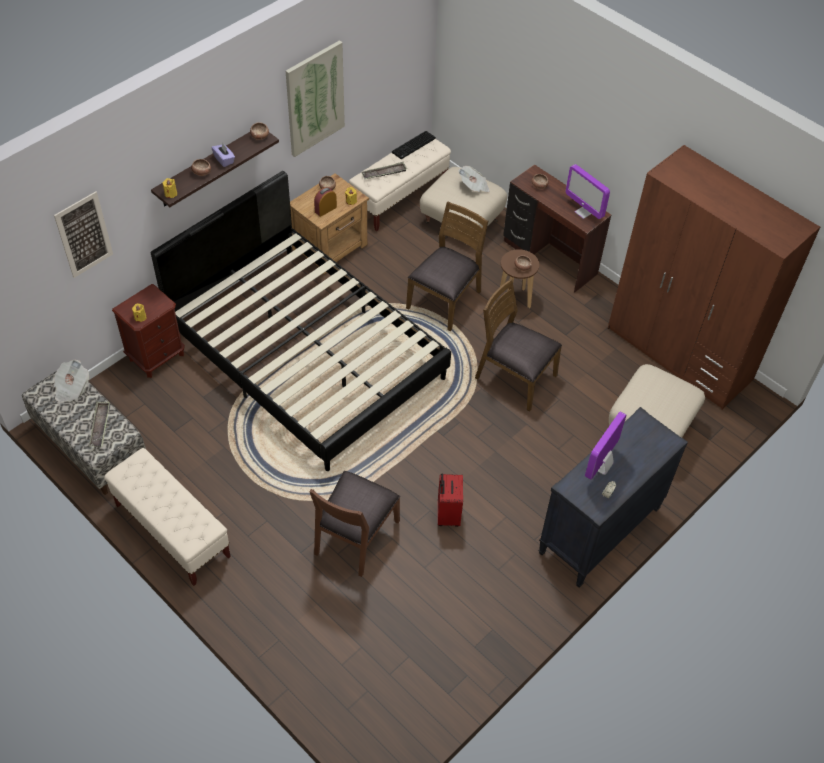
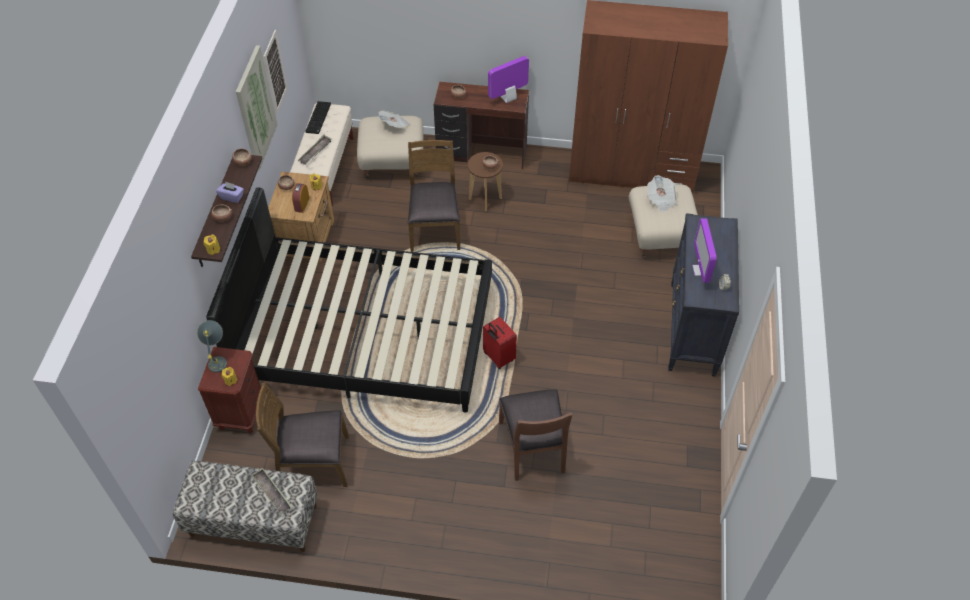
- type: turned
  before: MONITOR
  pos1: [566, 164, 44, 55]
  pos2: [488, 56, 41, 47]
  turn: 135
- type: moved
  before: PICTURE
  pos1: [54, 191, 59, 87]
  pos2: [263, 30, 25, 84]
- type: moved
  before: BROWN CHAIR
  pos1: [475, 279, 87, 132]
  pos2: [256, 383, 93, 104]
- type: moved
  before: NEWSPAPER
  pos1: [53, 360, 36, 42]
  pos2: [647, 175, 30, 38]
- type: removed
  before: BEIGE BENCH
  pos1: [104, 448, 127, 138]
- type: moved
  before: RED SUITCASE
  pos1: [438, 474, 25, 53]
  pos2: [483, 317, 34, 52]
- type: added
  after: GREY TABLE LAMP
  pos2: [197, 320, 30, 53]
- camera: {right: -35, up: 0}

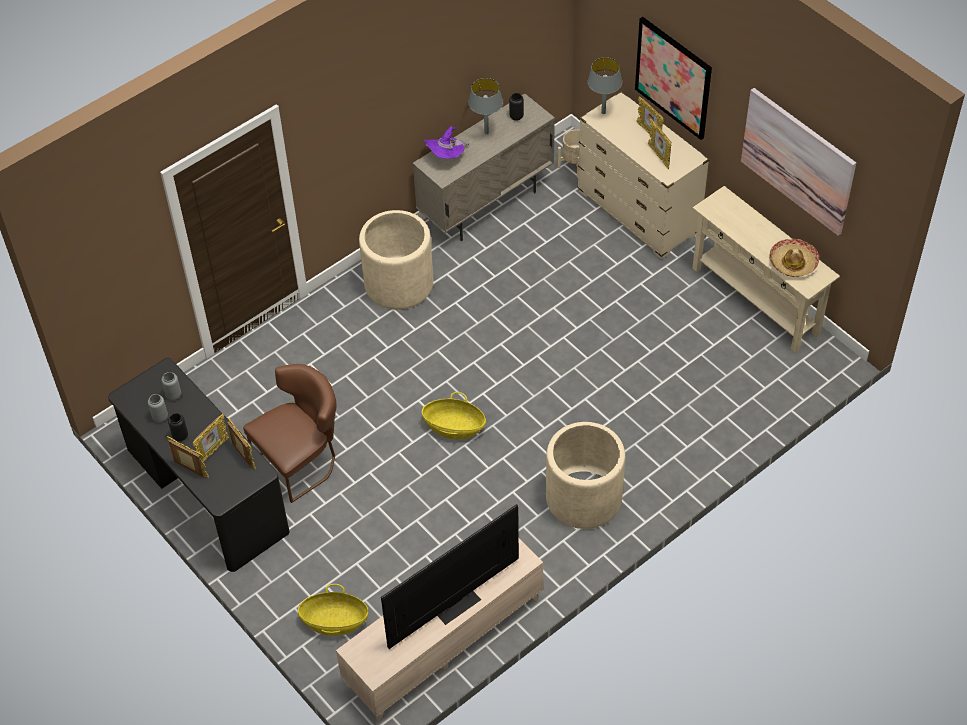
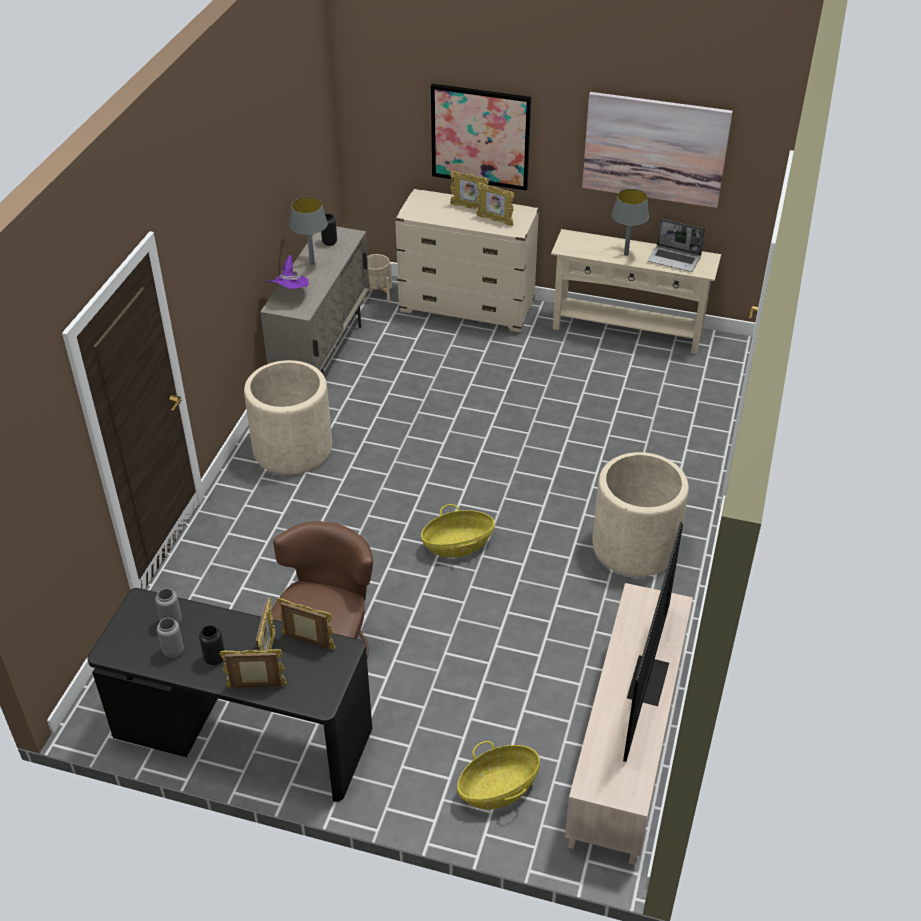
- type: moved
  before: GREY TABLE LAMP
  pos1: [588, 57, 34, 57]
  pos2: [612, 189, 37, 67]
- type: replaced
  before: HAT
  after: LAPTOP
  pos1: [769, 239, 50, 38]
  pos2: [648, 219, 57, 53]
- camera: {right: -35, up: -10}

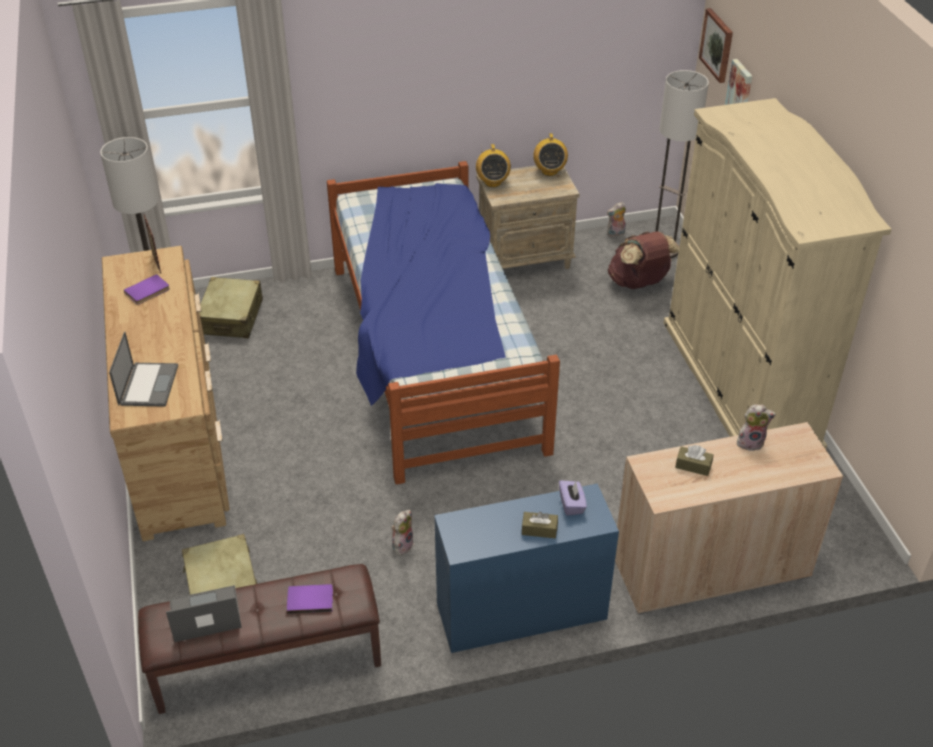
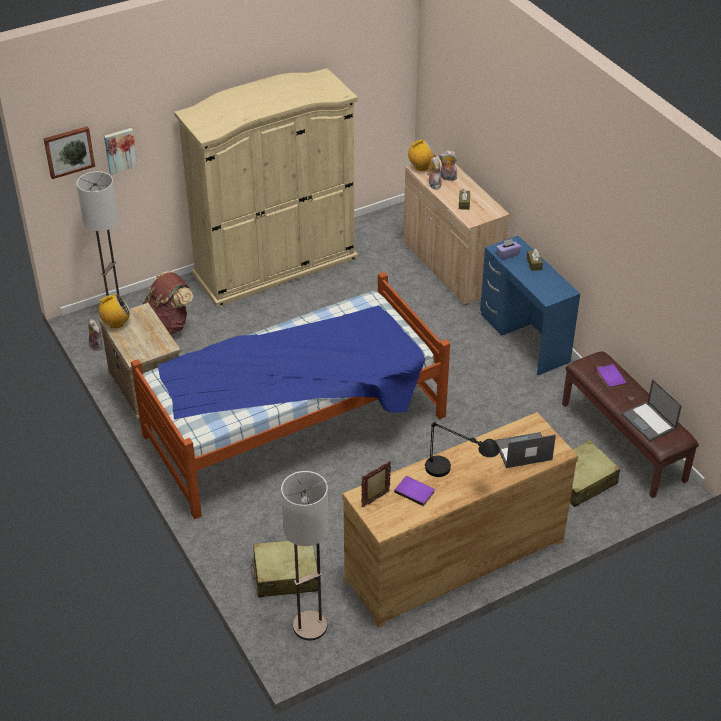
- type: moved
  before: RADIO
  pos1: [476, 144, 35, 43]
  pos2: [408, 140, 28, 31]
- type: moved
  before: PLUSH TOY
  pos1: [391, 510, 23, 45]
  pos2: [439, 151, 18, 30]
- type: added
  after: BLACK TABLE LAMP
  pos2: [425, 422, 75, 55]
- camera: {right: -105, up: 0}

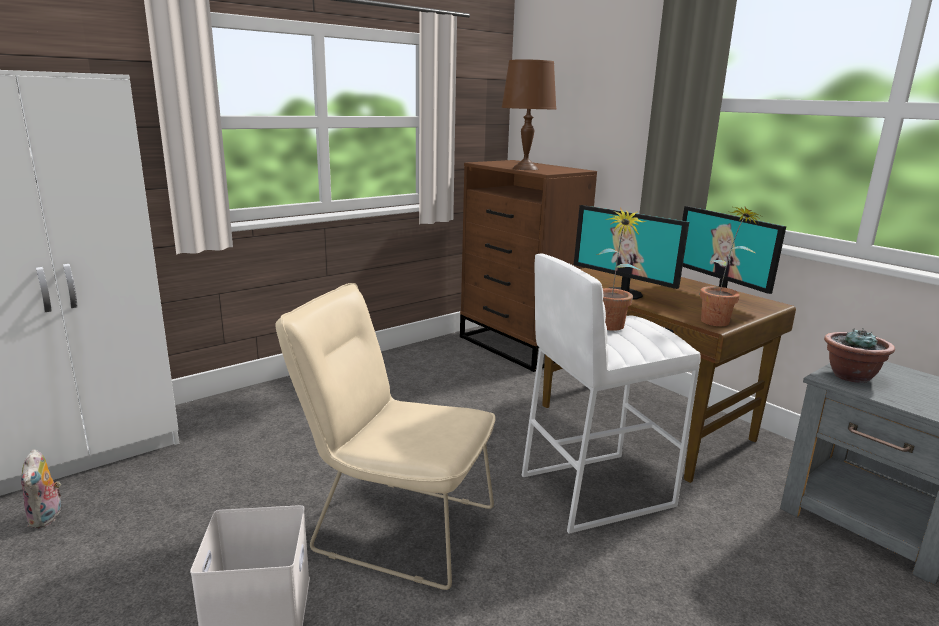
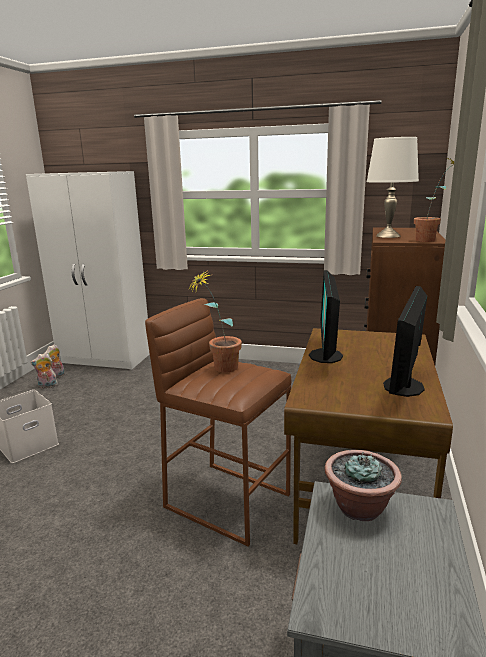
- type: recoloured
  before: BROWN TABLE LAMP
  after: WHITE TABLE LAMP
  pos1: [501, 59, 55, 111]
  pos2: [367, 137, 52, 101]
- type: moved
  before: POTTED PLANT
  pos1: [700, 207, 63, 119]
  pos2: [414, 156, 40, 86]
- type: recoloured
  before: WHITE STOOL
  after: BROWN STOOL
  pos1: [521, 254, 180, 280]
  pos2: [145, 298, 146, 248]
- type: removed
  before: BEIGE CHAIR
  pos1: [276, 283, 220, 307]
- type: added
  after: PLUSH TOY
  pos2: [31, 353, 27, 35]
- camera: {right: 55, up: 0}

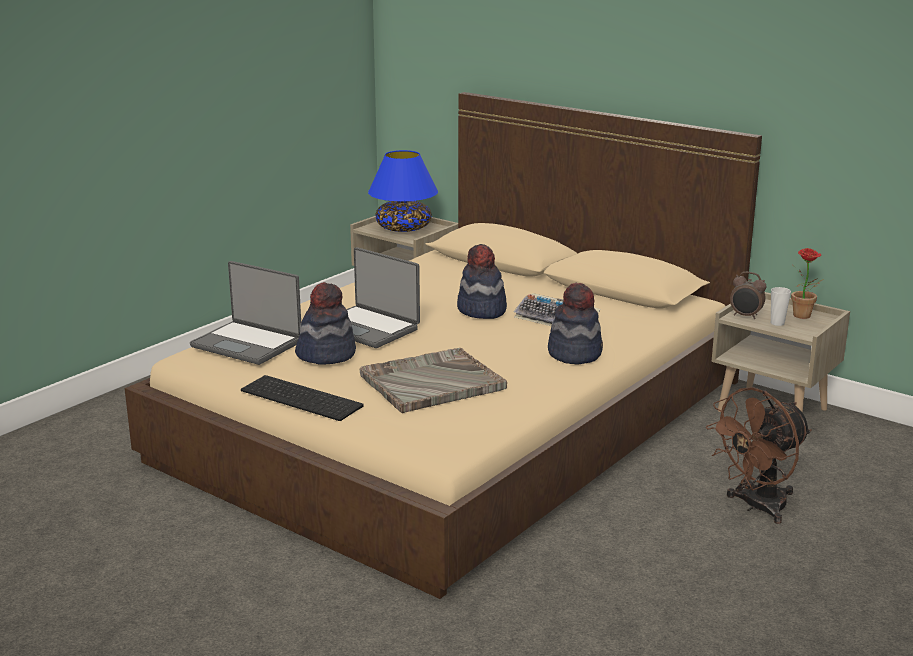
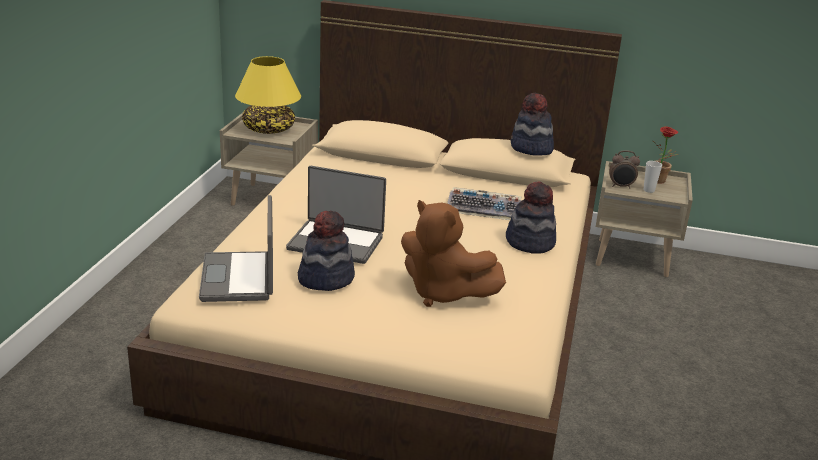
- type: recoloured
  before: BLUE TABLE LAMP
  after: YELLOW TABLE LAMP
  pos1: [368, 150, 70, 82]
  pos2: [235, 56, 66, 78]
- type: moved
  before: HAT
  pos1: [457, 244, 50, 75]
  pos2: [511, 93, 43, 63]
- type: turned
  before: LAPTOP
  pos1: [190, 261, 111, 104]
  pos2: [199, 195, 74, 107]
  turn: 75
- type: replaced
  before: GREY TRAY
  after: BROWN PLUSH TOY
  pos1: [360, 348, 147, 65]
  pos2: [401, 200, 105, 107]
- type: removed
  before: KEYBOARD
  pos1: [241, 375, 123, 46]
- type: removed
  before: BROWN FAN
  pos1: [706, 387, 106, 137]
- camera: {right: -25, up: 5}

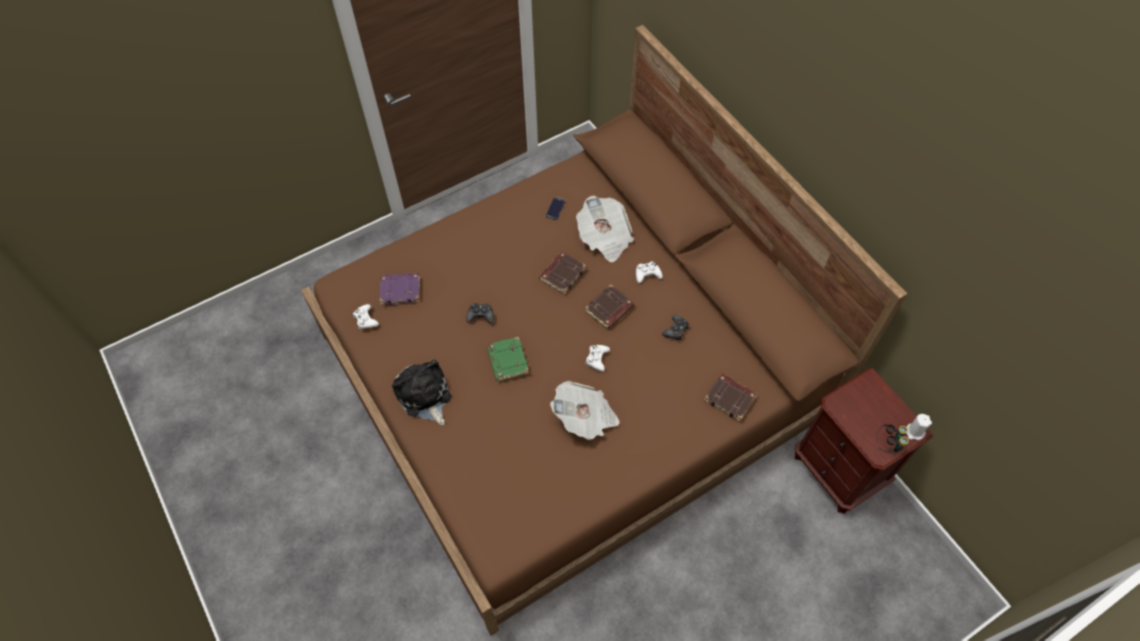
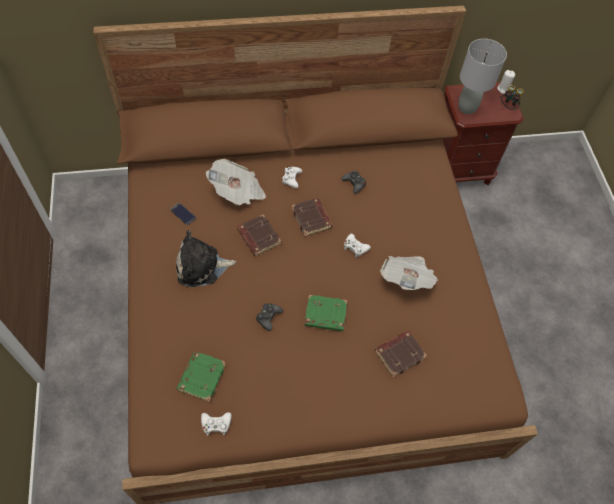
- type: recoloured
  before: PURPLE BOOK
  after: GREEN BOOK
  pos1: [380, 273, 40, 32]
  pos2: [177, 351, 49, 51]
- type: moved
  before: PLUSH TOY
  pos1: [392, 360, 59, 65]
  pos2: [176, 230, 60, 57]
- type: moved
  before: BROWN BOOK
  pos1: [704, 373, 53, 48]
  pos2: [375, 330, 52, 47]
- type: added
  after: GREY TABLE LAMP
  pos2: [459, 39, 48, 75]
- camera: {right: -70, up: 0}

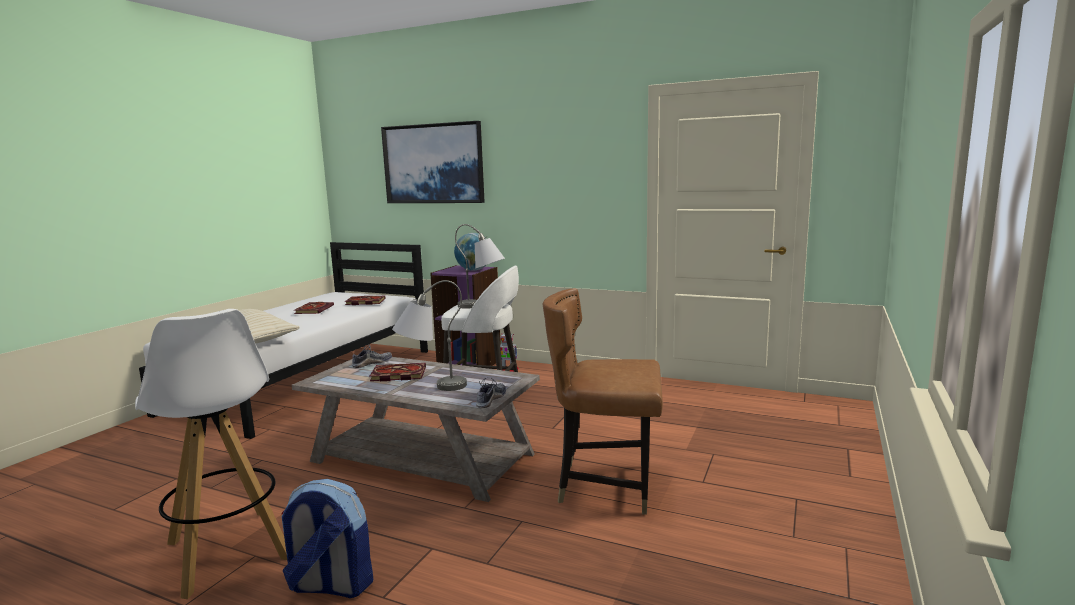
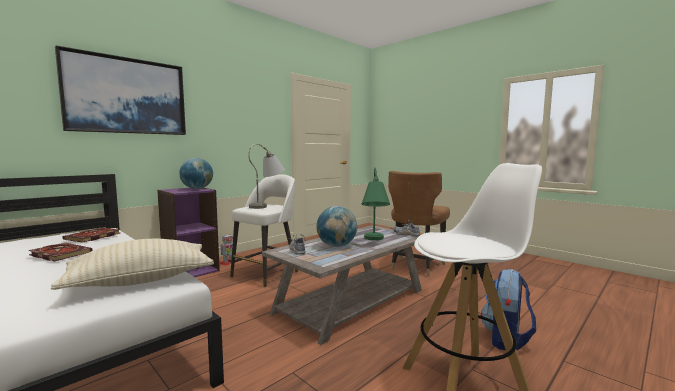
- type: recoloured
  before: GREY TABLE LAMP
  after: GREEN TABLE LAMP
  pos1: [392, 280, 75, 111]
  pos2: [362, 168, 28, 72]
- type: replaced
  before: BOOK
  after: GLOBE
  pos1: [369, 363, 57, 18]
  pos2: [316, 206, 41, 41]
- camera: {right: -70, up: -5}

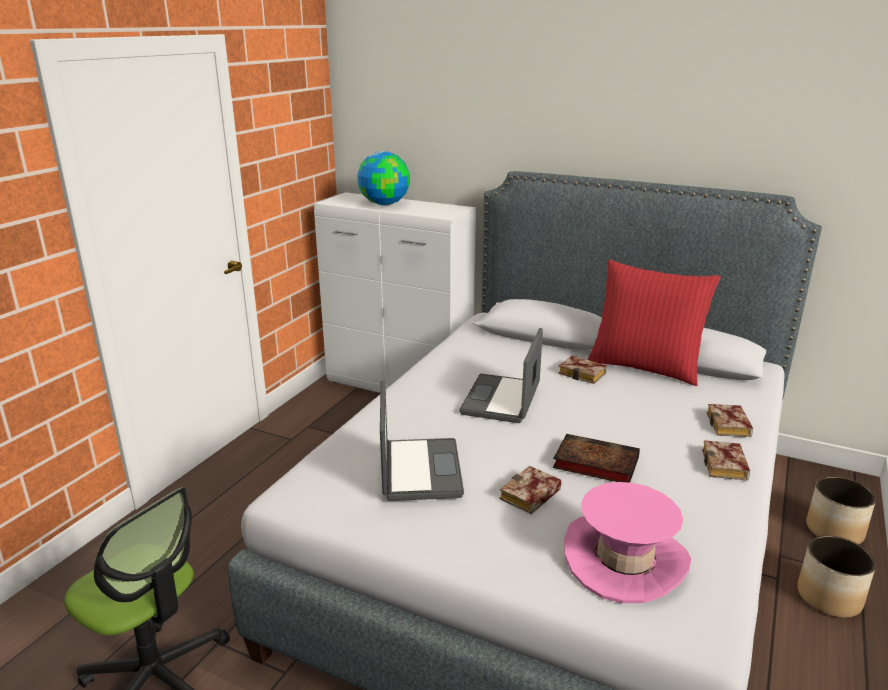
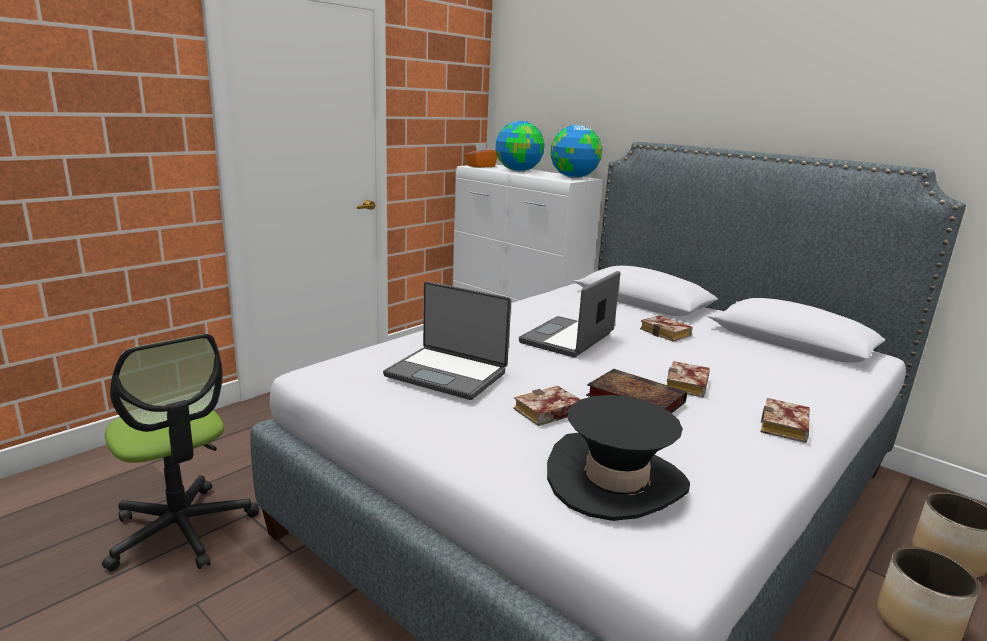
- type: removed
  before: RED PILLOW
  pos1: [588, 260, 133, 126]
- type: turned
  before: LAPTOP
  pos1: [380, 380, 84, 121]
  pos2: [383, 281, 128, 119]
  turn: 105
- type: moved
  before: BOOK
  pos1: [707, 404, 46, 33]
  pos2: [667, 361, 43, 37]
- type: recoloured
  before: PINK HAT
  after: BLACK HAT
  pos1: [564, 482, 127, 121]
  pos2: [547, 395, 143, 126]
- type: added
  after: GLOBE
  pos2: [550, 125, 52, 53]
- type: added
  after: ORANGE TISSUE BOX
  pos2: [465, 143, 33, 25]
- camera: {right: 15, up: -5}

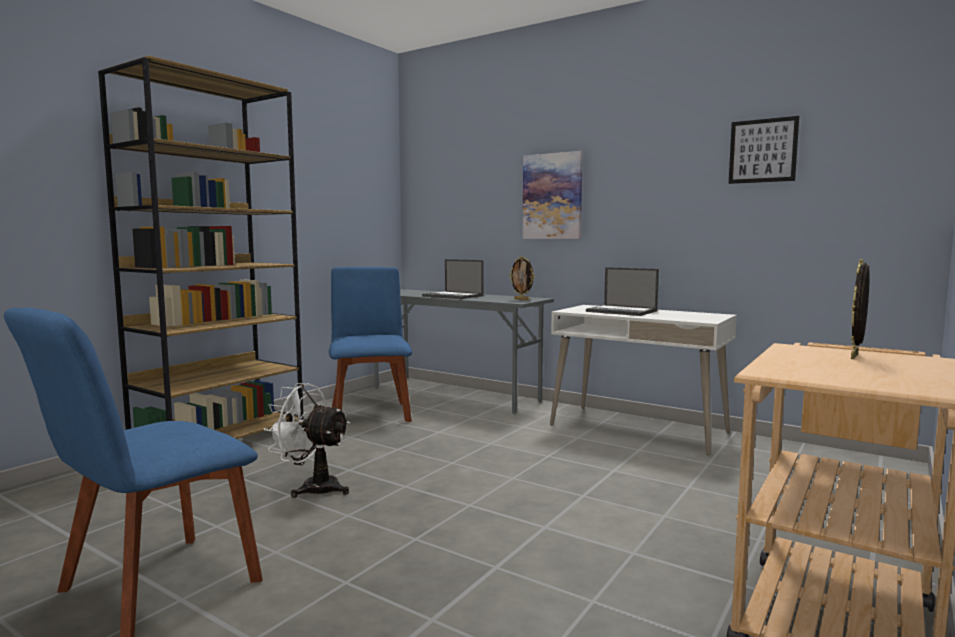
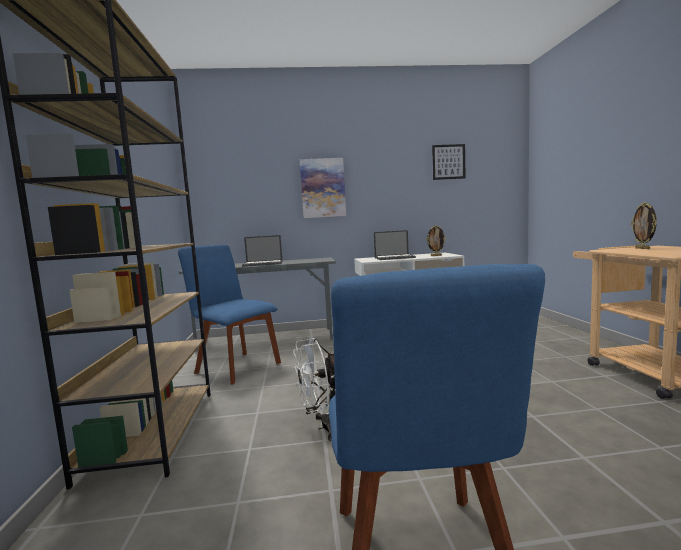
- type: moved
  before: PICTURE FRAME
  pos1: [509, 256, 26, 44]
  pos2: [427, 225, 19, 31]
- camera: {right: -40, up: 0}

